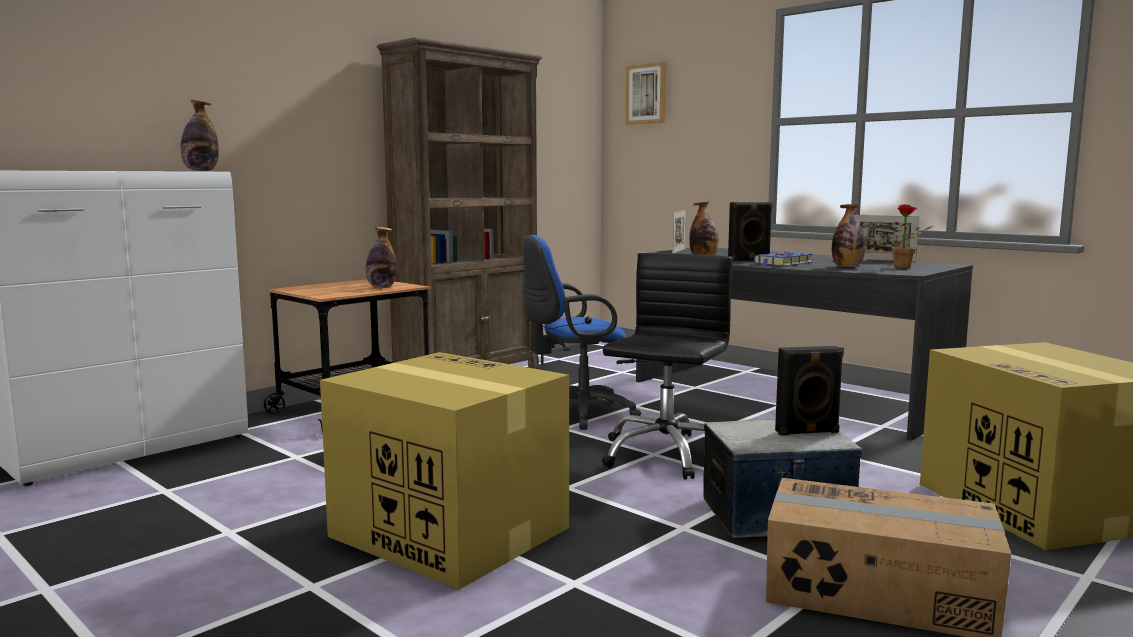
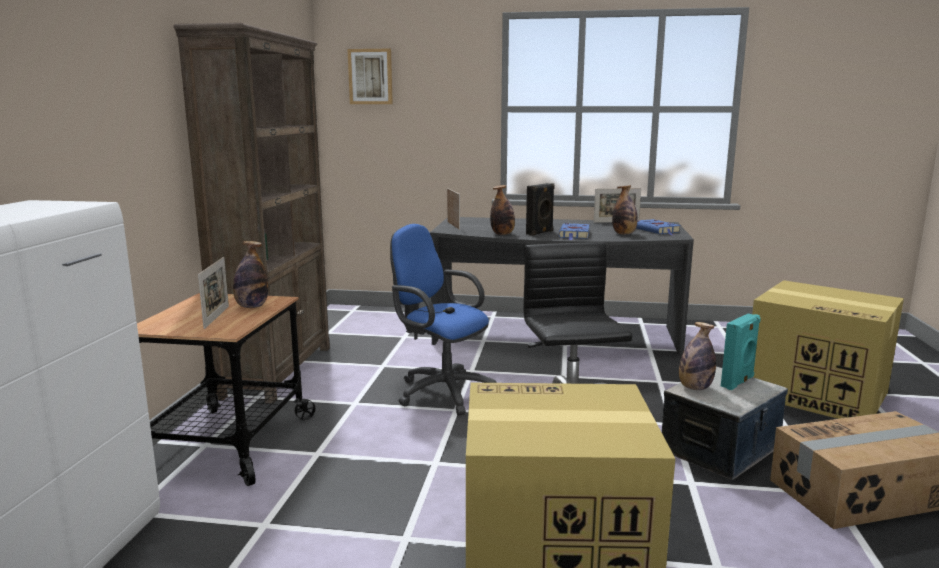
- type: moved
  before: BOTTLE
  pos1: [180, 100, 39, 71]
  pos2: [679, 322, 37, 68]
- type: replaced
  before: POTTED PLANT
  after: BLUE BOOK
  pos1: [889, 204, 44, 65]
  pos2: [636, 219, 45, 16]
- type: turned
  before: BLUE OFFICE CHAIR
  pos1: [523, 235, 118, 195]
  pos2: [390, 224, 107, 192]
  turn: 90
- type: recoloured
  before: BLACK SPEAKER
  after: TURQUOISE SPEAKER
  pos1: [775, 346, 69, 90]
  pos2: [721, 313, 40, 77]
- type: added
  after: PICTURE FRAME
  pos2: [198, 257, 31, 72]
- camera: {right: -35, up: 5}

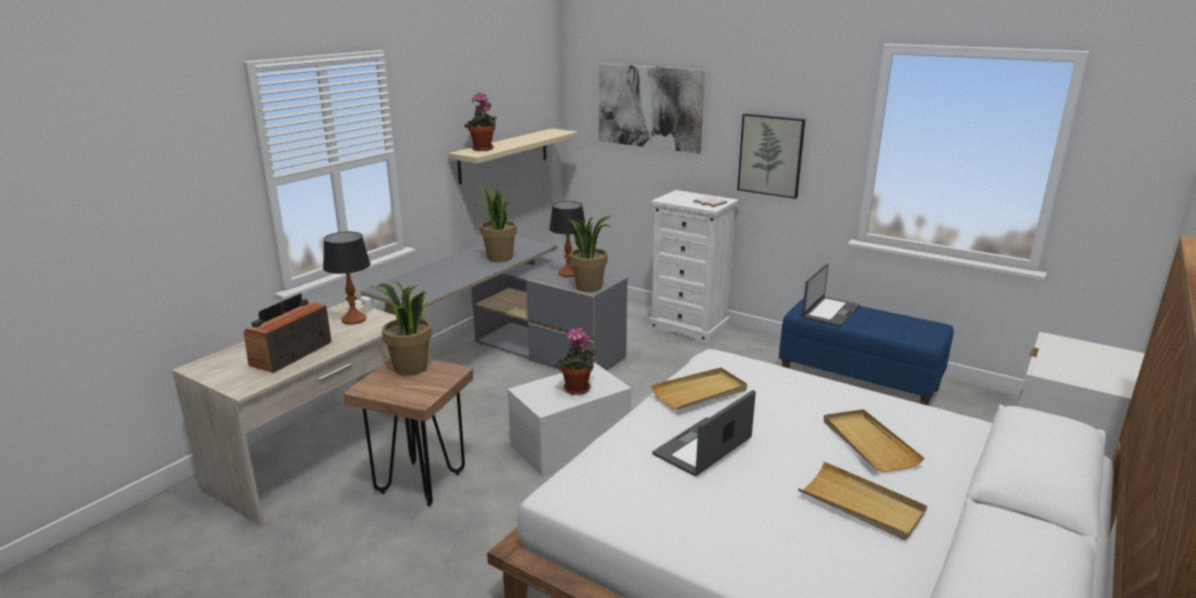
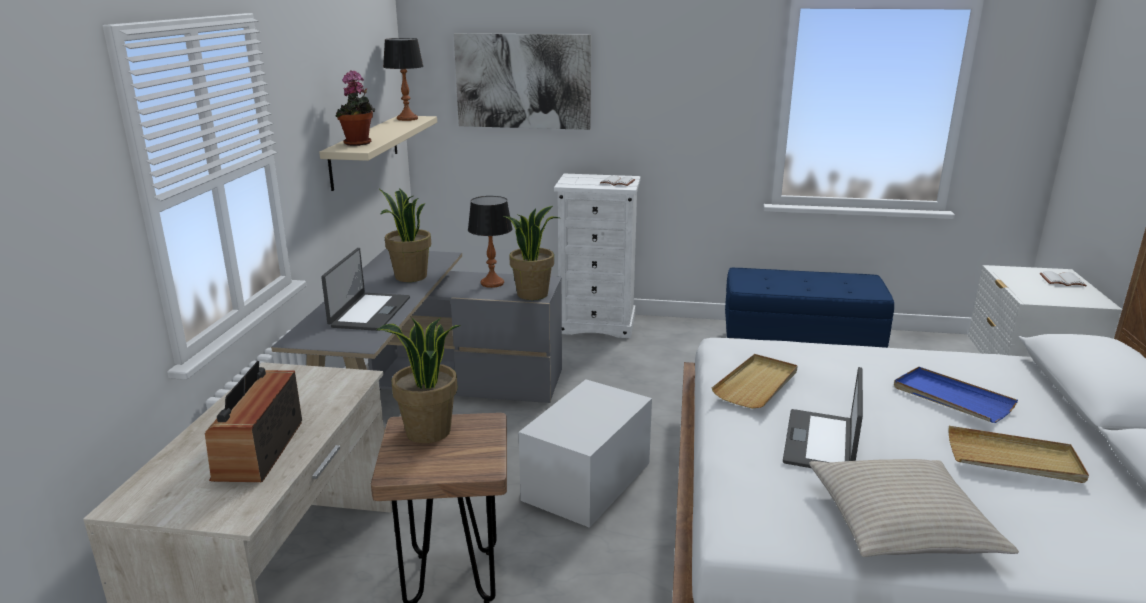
- type: removed
  before: PICTURE
  pos1: [737, 114, 68, 85]
- type: moved
  before: TABLE LAMP
  pos1: [323, 232, 48, 93]
  pos2: [383, 38, 41, 83]
- type: moved
  before: LAPTOP
  pos1: [802, 264, 58, 63]
  pos2: [321, 248, 89, 83]
- type: removed
  before: POTTED PLANT
  pos1: [555, 328, 42, 67]
- type: recoloured
  before: BEIGE TRAY
  after: BLUE TRAY
  pos1: [824, 409, 100, 63]
  pos2: [894, 367, 124, 56]
- type: added
  after: WHITE BOOK
  pos2: [1040, 271, 47, 15]
- type: added
  after: BEIGE PILLOW
  pos2: [809, 459, 210, 98]
- camera: {right: -25, up: 0}

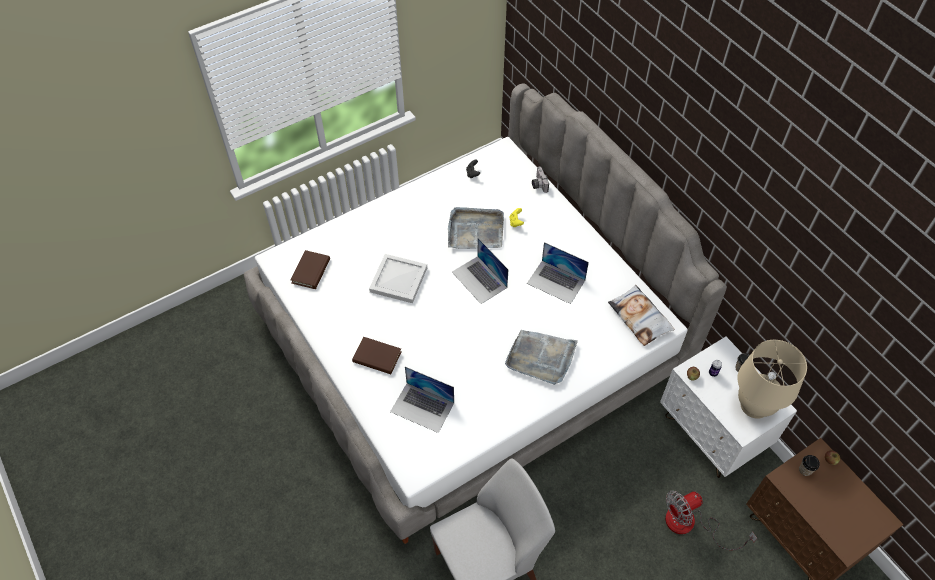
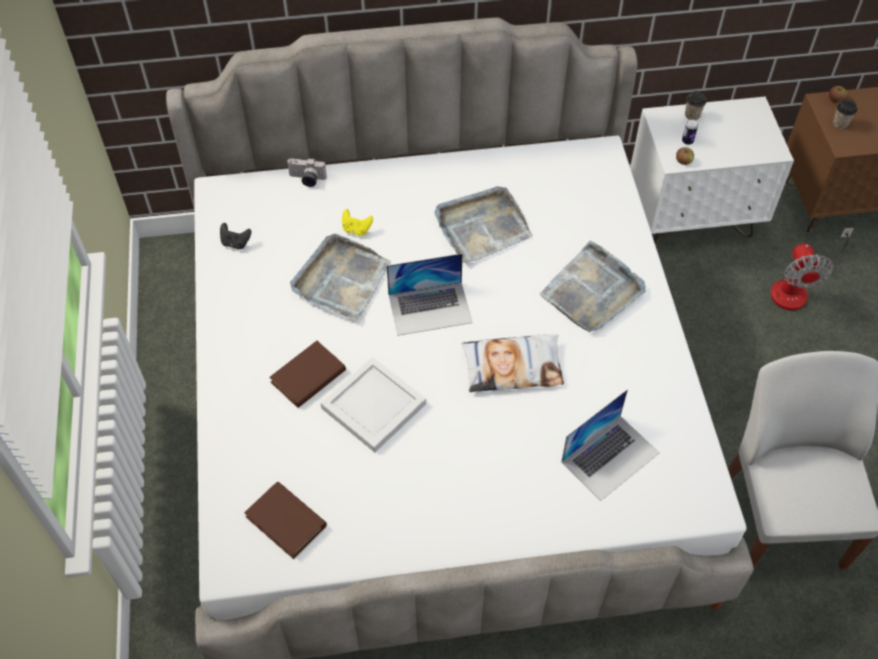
- type: replaced
  before: LAPTOP
  after: GREY TRAY
  pos1: [527, 242, 62, 62]
  pos2: [434, 186, 99, 77]
- type: moved
  before: PILLOW
  pos1: [608, 285, 67, 61]
  pos2: [462, 334, 102, 58]
- type: moved
  before: BROWN BOOK
  pos1: [352, 337, 49, 37]
  pos2: [269, 341, 77, 67]
- type: removed
  before: BEIGE TABLE LAMP
  pos1: [738, 340, 69, 79]
- camera: {right: -65, up: 0}

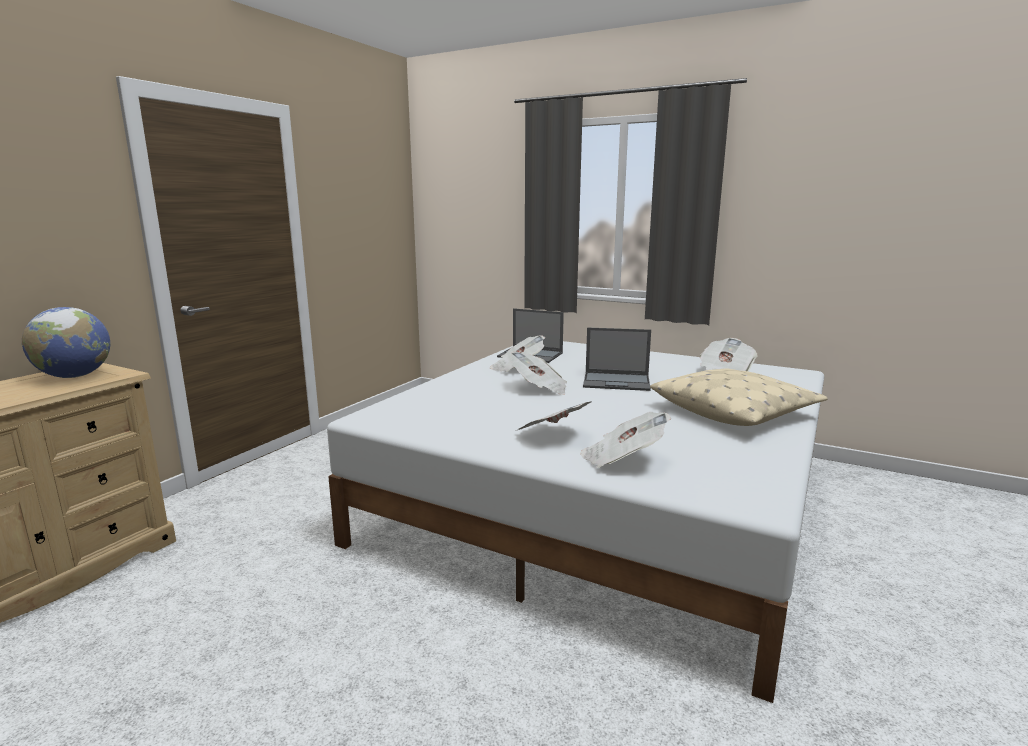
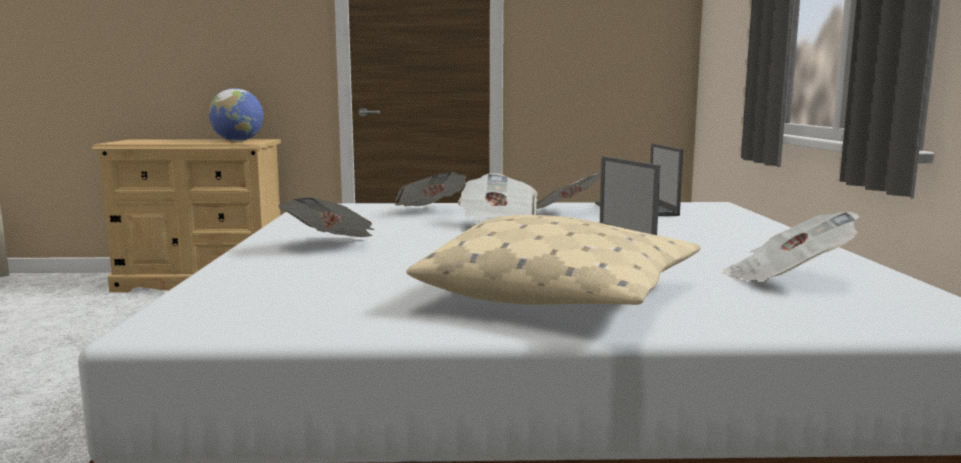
- type: moved
  before: NEWSPAPER
  pos1: [580, 412, 91, 56]
  pos2: [395, 172, 72, 34]
- camera: {right: 60, up: -5}

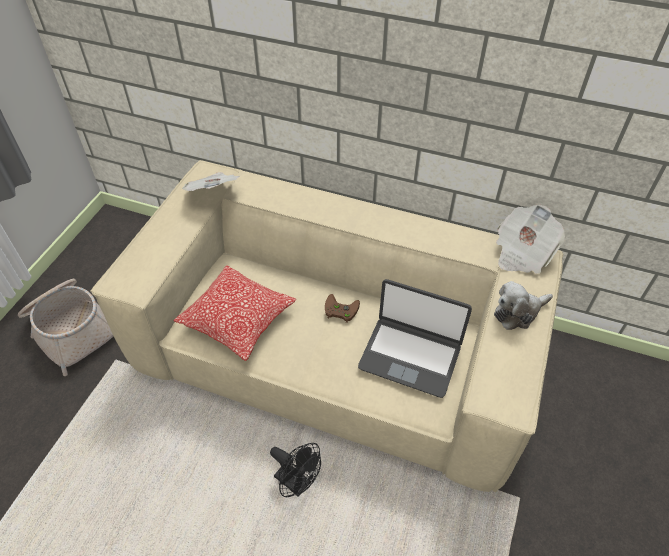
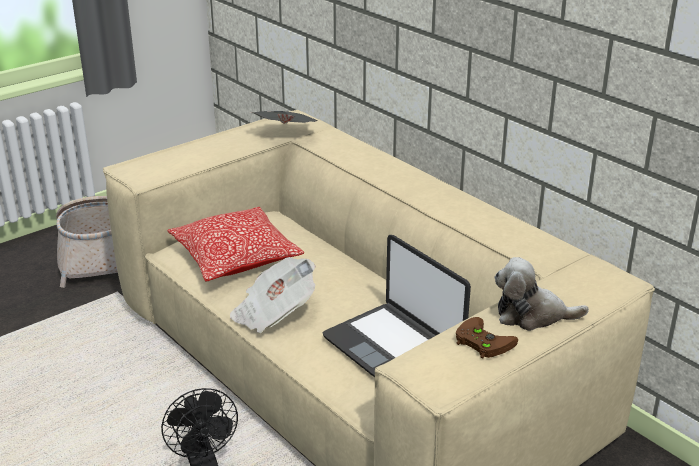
- type: moved
  before: NEWSPAPER
  pos1: [496, 205, 69, 69]
  pos2: [230, 257, 86, 76]
- type: moved
  before: BROWN GAME CONTROLLER
  pos1: [325, 294, 35, 29]
  pos2: [456, 317, 62, 42]
- camera: {right: 30, up: -20}

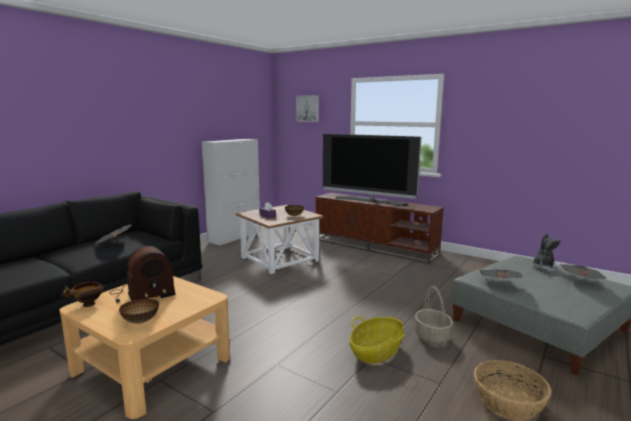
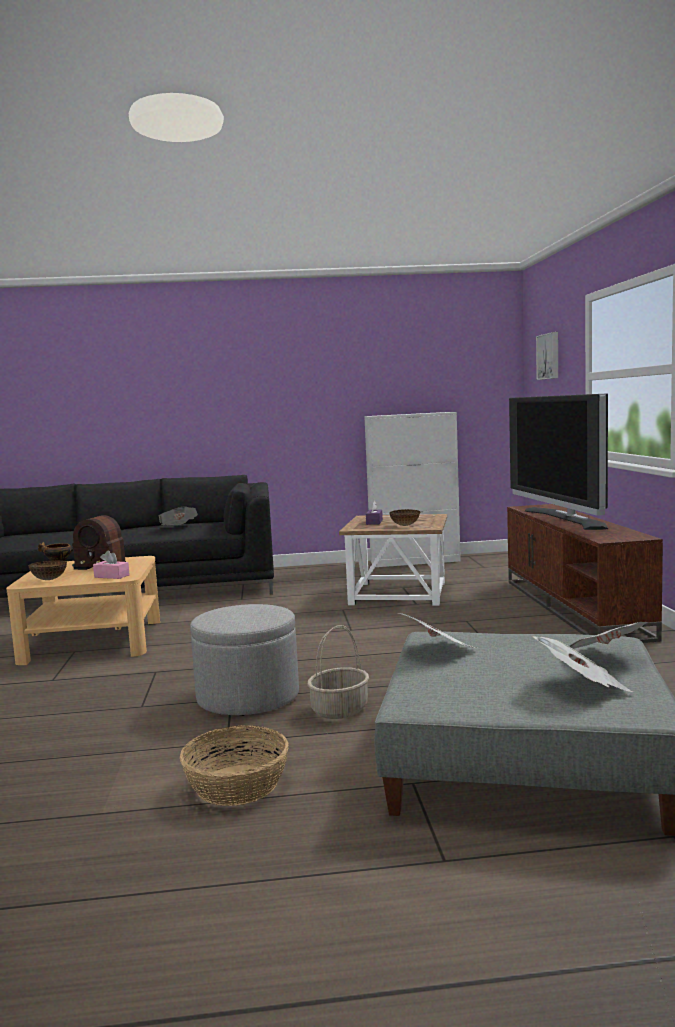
- type: replaced
  before: PLUSH TOY
  after: NEWSPAPER
  pos1: [531, 233, 30, 39]
  pos2: [569, 622, 79, 27]
- type: replaced
  before: BASKET
  after: GREY OTTOMAN
  pos1: [350, 316, 55, 48]
  pos2: [190, 604, 109, 112]
- type: added
  after: PINK TISSUE BOX
  pos2: [93, 551, 37, 28]
- camera: {right: 50, up: -5}

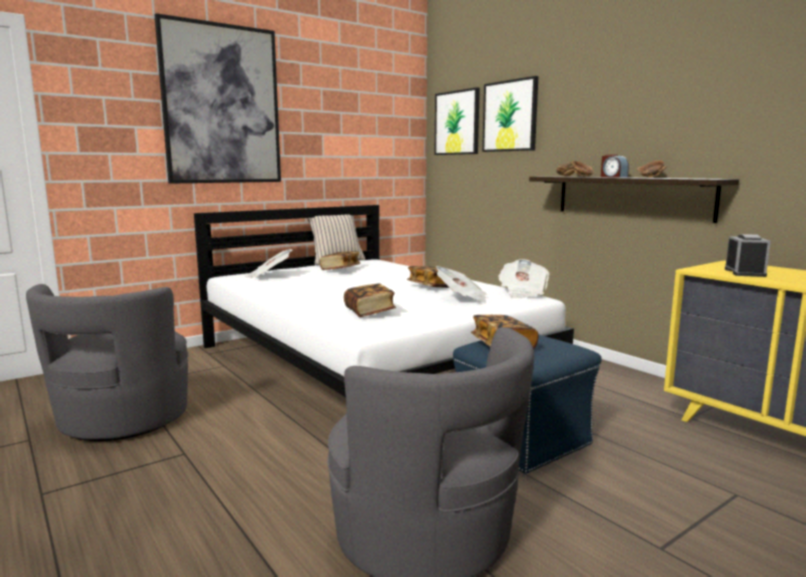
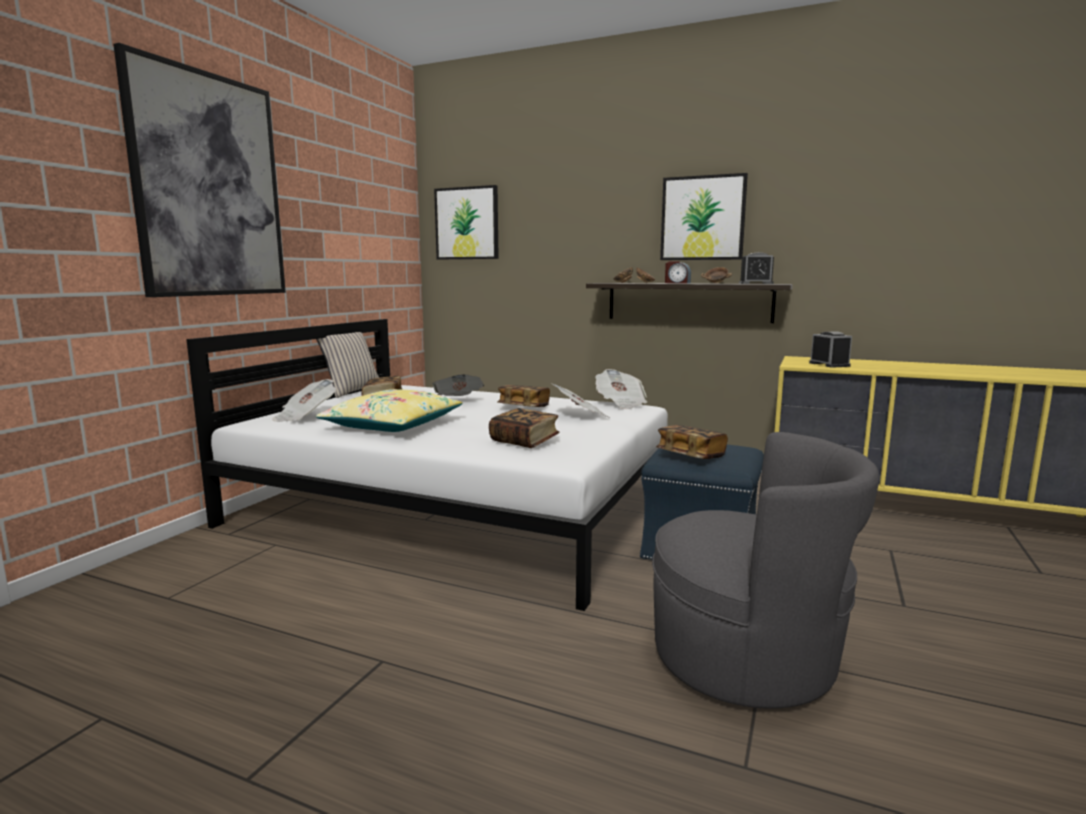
- type: moved
  before: PICTURE
  pos1: [482, 76, 56, 76]
  pos2: [660, 173, 88, 87]
- type: removed
  before: GREY ARMCHAIR
  pos1: [26, 284, 162, 157]
- type: added
  after: ALARM CLOCK
  pos2: [739, 252, 35, 32]
- type: added
  after: NEWSPAPER
  pos2: [432, 374, 52, 22]
- type: added
  after: YELLOW PILLOW
  pos2: [316, 389, 147, 43]
- camera: {right: -30, up: 0}

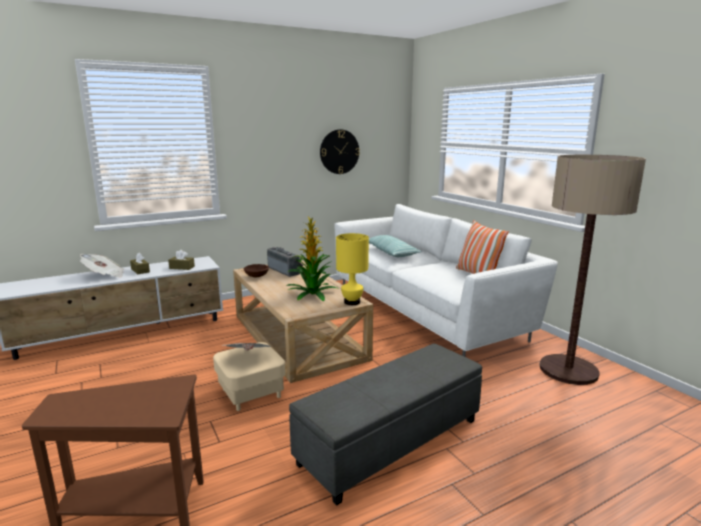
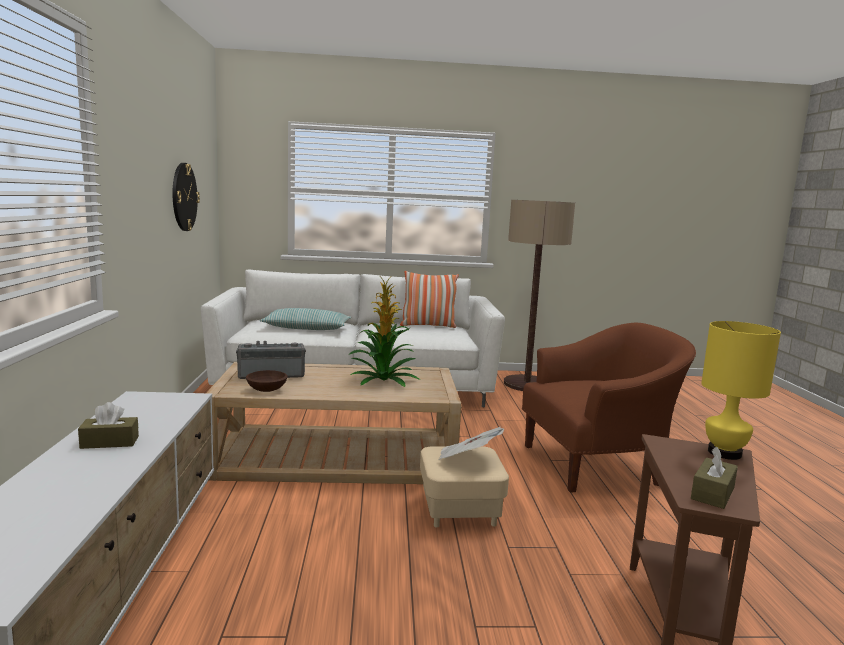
- type: moved
  before: YELLOW TABLE LAMP
  pos1: [336, 233, 33, 72]
  pos2: [701, 321, 80, 139]
- type: moved
  before: BROWN TISSUE BOX
  pos1: [168, 250, 27, 20]
  pos2: [691, 447, 47, 62]
- type: removed
  before: NEWSPAPER
  pos1: [80, 254, 44, 23]
- type: replaced
  before: GREY OTTOMAN
  after: BROWN ARMCHAIR
  pos1: [289, 344, 193, 161]
  pos2: [522, 323, 174, 170]
- camera: {right: -65, up: -5}

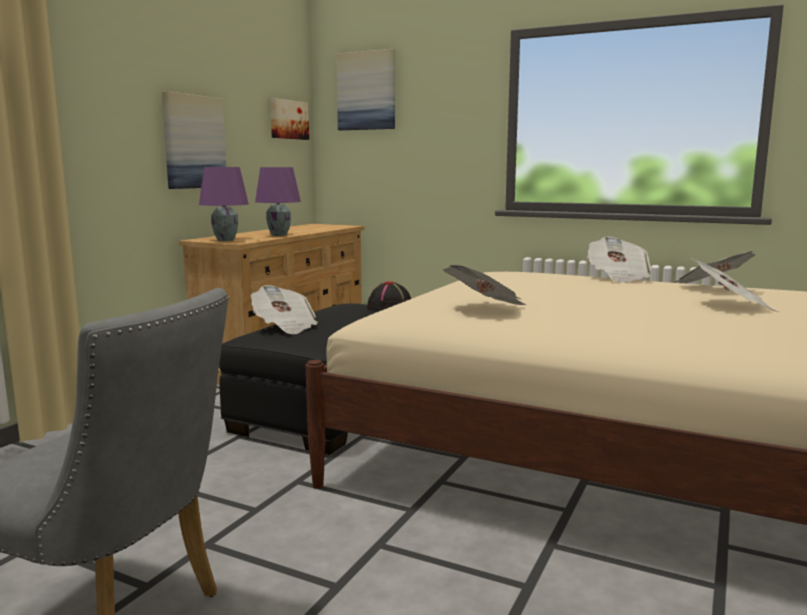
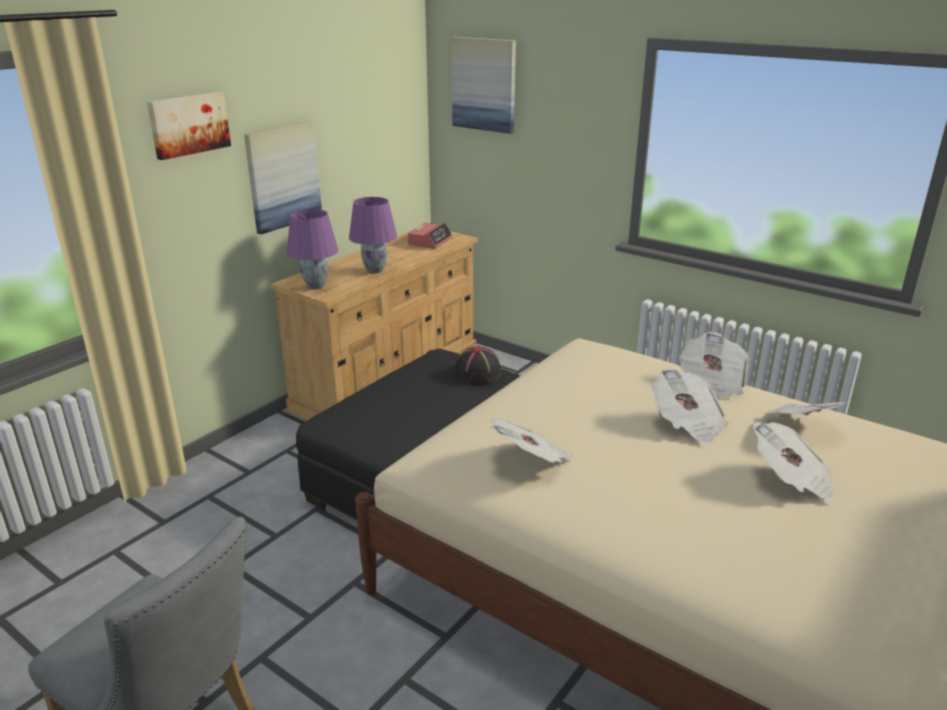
- type: moved
  before: PICTURE
  pos1: [270, 98, 39, 42]
  pos2: [147, 92, 84, 68]
- type: moved
  before: NEWSPAPER
  pos1: [250, 285, 68, 50]
  pos2: [651, 368, 78, 77]
- type: added
  after: ALARM CLOCK
  pos2: [408, 222, 44, 27]
- camera: {right: 10, up: 15}

